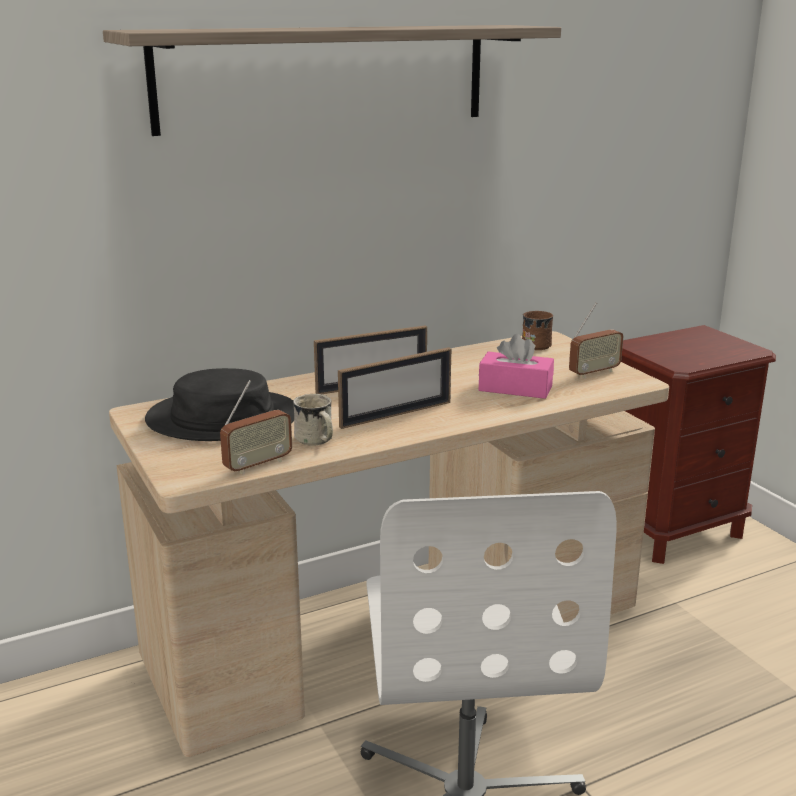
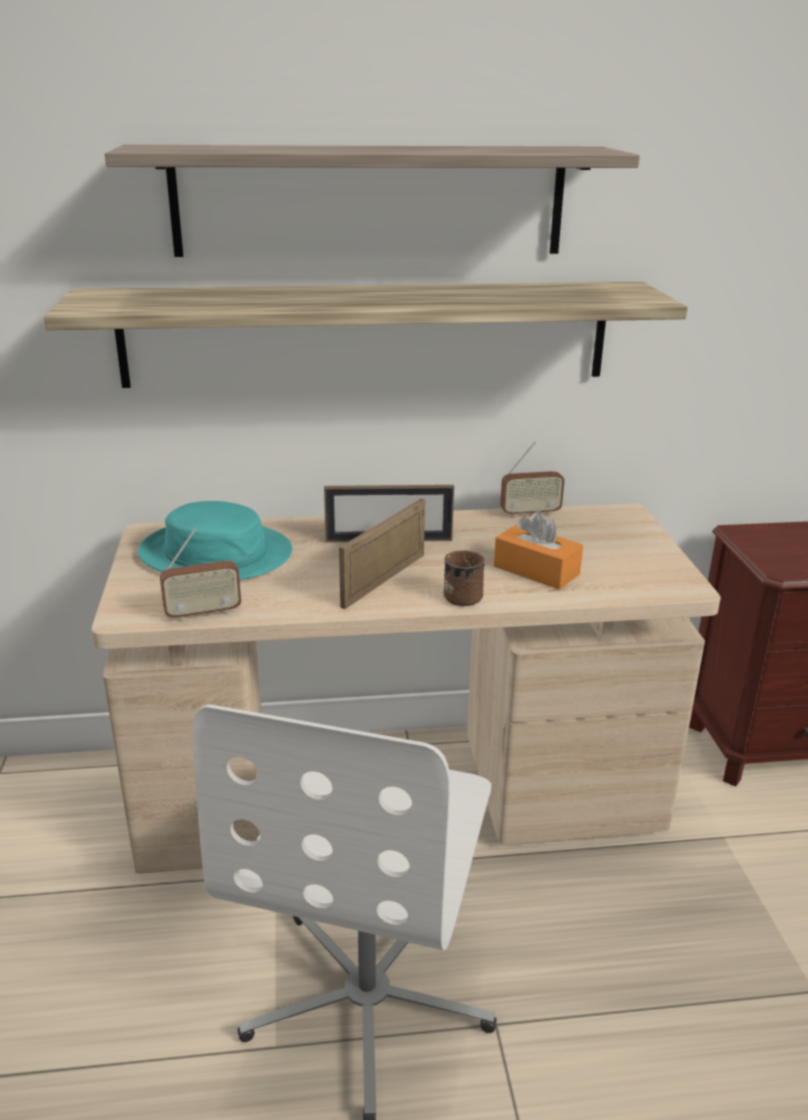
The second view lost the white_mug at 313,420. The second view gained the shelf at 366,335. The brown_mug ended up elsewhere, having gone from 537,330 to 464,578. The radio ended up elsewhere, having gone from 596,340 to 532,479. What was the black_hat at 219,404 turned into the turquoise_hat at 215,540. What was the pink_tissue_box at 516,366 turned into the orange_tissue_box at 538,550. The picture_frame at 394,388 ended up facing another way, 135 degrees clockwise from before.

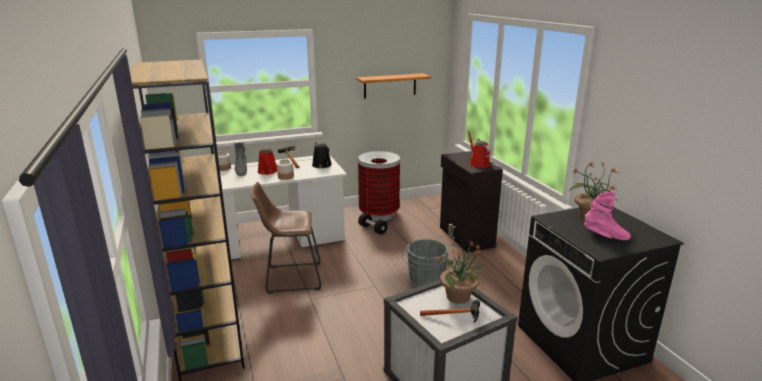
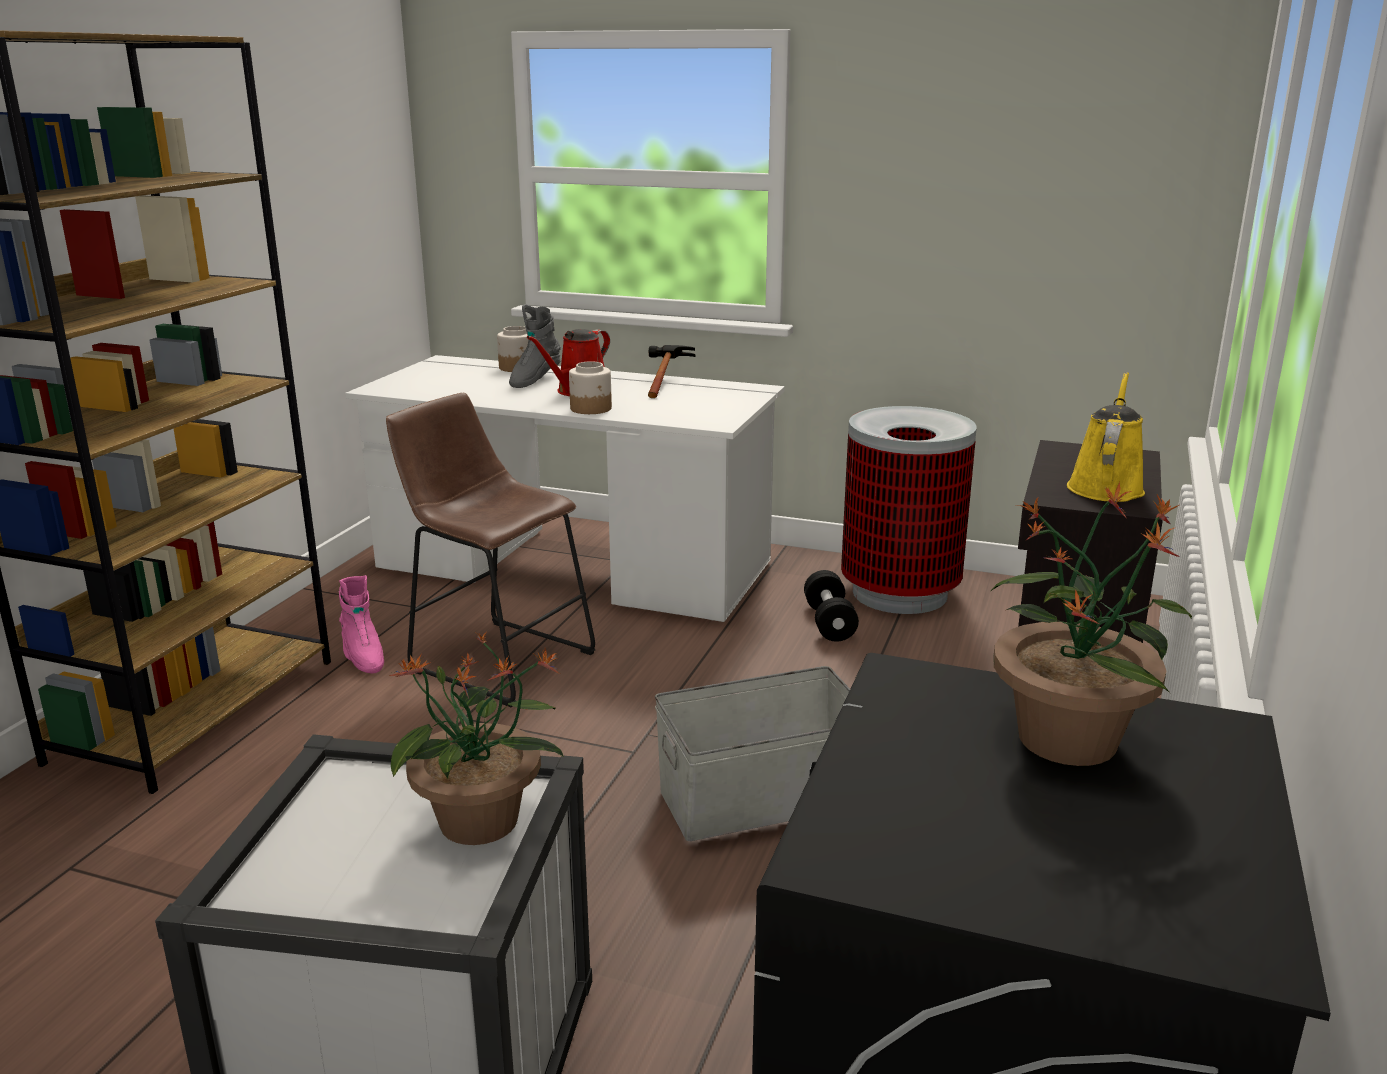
The second view lost the black_watering_can at 322,155. The second view lost the shelf at 393,86. The second view lost the hammer at 450,311. The pink_boot ended up elsewhere, having gone from 607,216 to 361,624. Where the grey_bucket stood at 425,263, the grey_storage_box came to stand at 752,753. What was the red_watering_can at 478,149 turned into the yellow_watering_can at 1106,437.

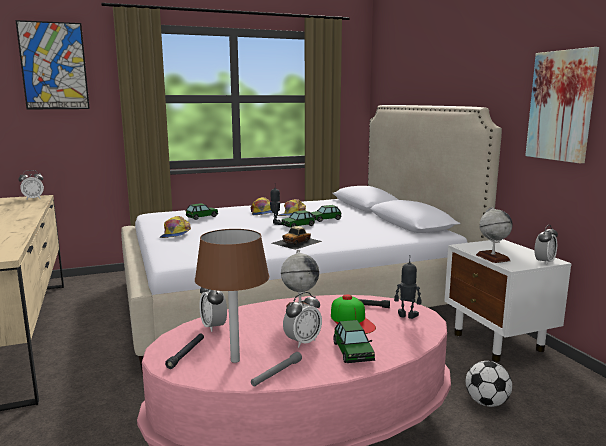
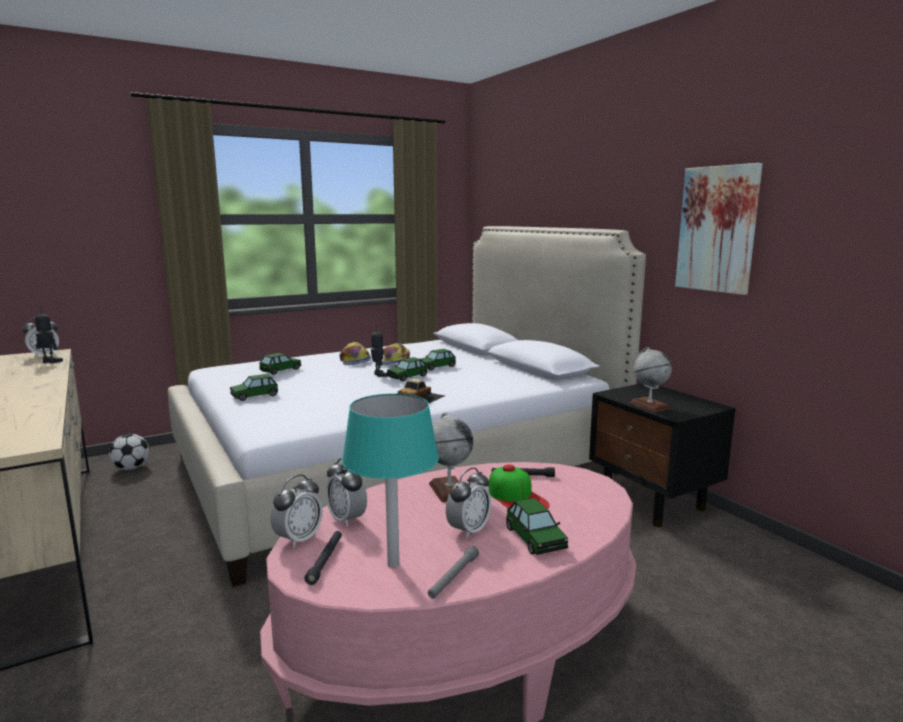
The second view lost the picture at 52,64. The toy_robot ended up elsewhere, having gone from 407,287 to 49,334. The football ended up elsewhere, having gone from 489,384 to 129,452. The alarm_clock ended up elsewhere, having gone from 546,245 to 296,511. Where the cap stood at 175,227, the toy_car came to stand at 254,387. What was the brown_table_lamp at 232,296 turned into the turquoise_table_lamp at 390,481. What was the white_nightstand at 508,300 turned into the black_nightstand at 662,455.

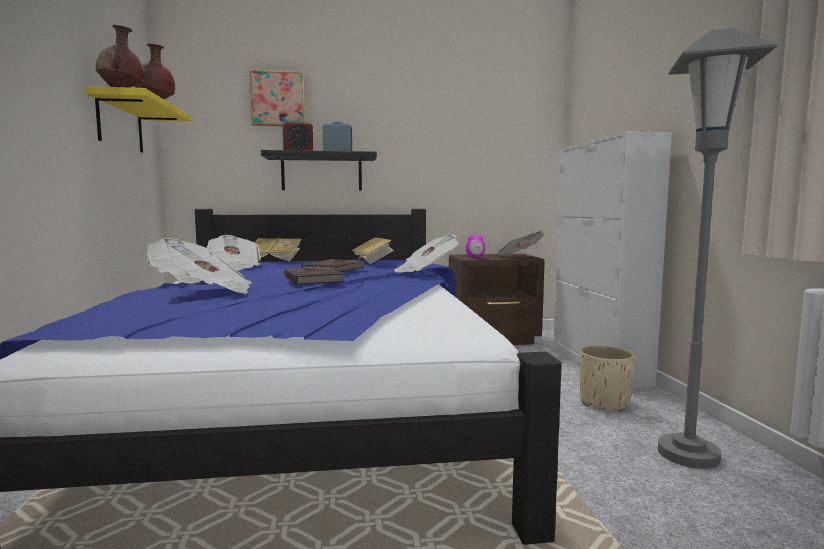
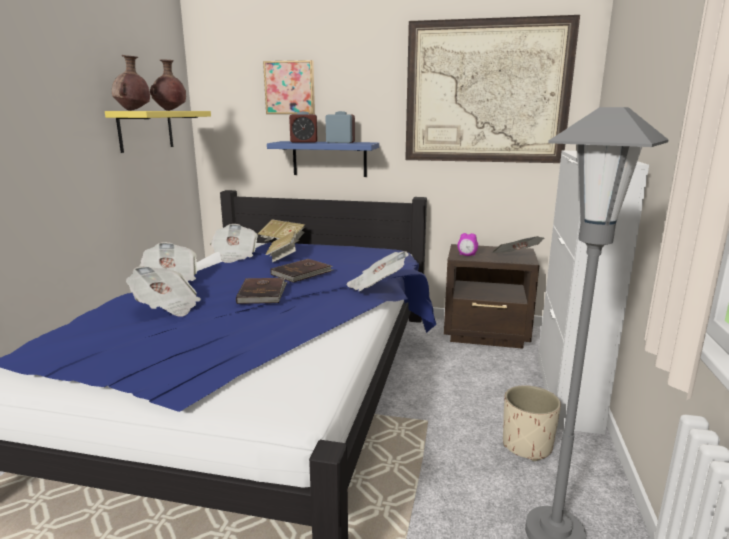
The second view gained the picture at 492,89. The book ended up elsewhere, having gone from 372,250 to 282,246. What was the black_shelf at 319,170 turned into the blue_shelf at 323,159.

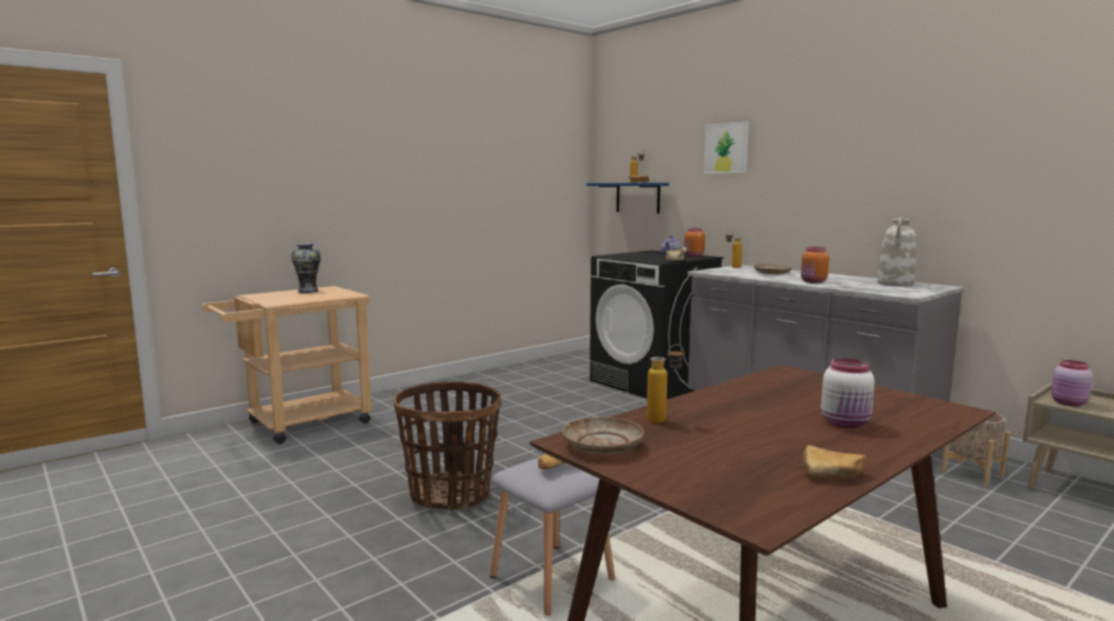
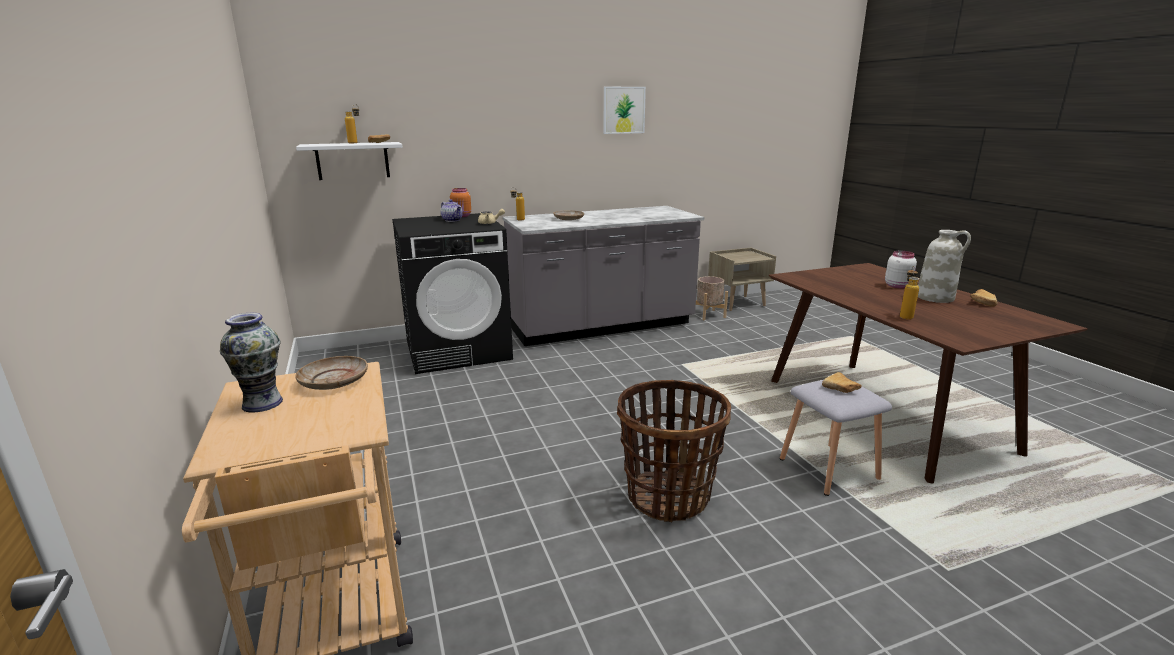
The second view lost the orange_jar at 815,265. The second view lost the pink_jar at 1072,383. The beige_plate ended up elsewhere, having gone from 603,435 to 331,373. The picture ended up elsewhere, having gone from 726,147 to 625,110. The white_vase ended up elsewhere, having gone from 897,252 to 944,266. What was the blue_shelf at 628,198 turned into the white_shelf at 349,161.

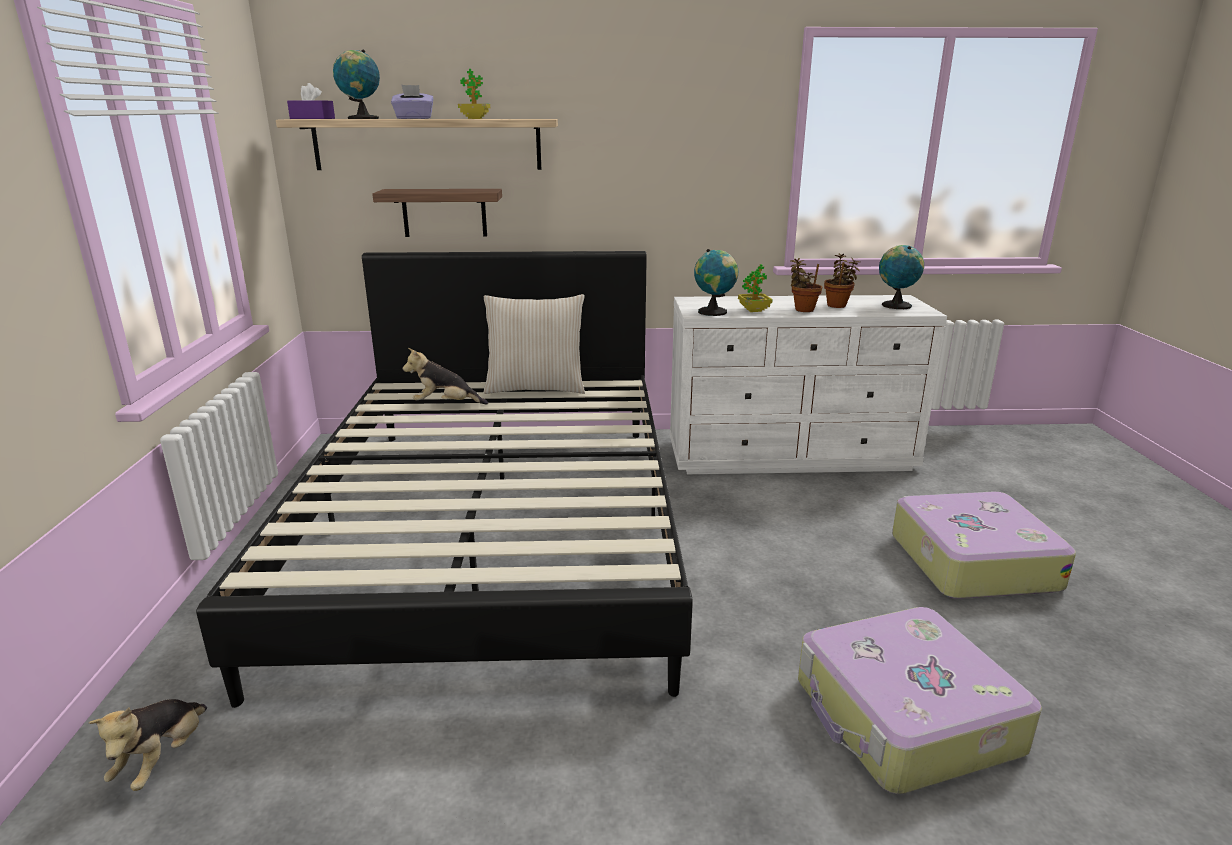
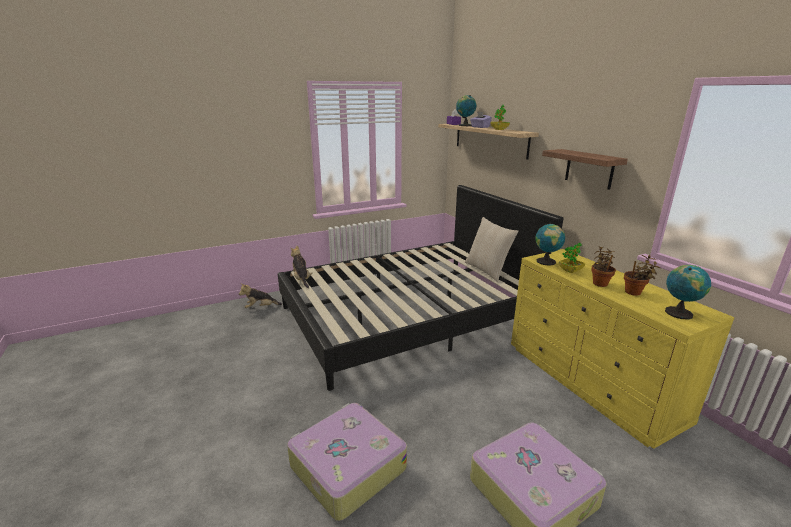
The shelf ended up elsewhere, having gone from 437,213 to 585,169. The plush_toy ended up elsewhere, having gone from 445,376 to 301,267. What was the white_dresser at 808,384 turned into the yellow_dresser at 622,349.

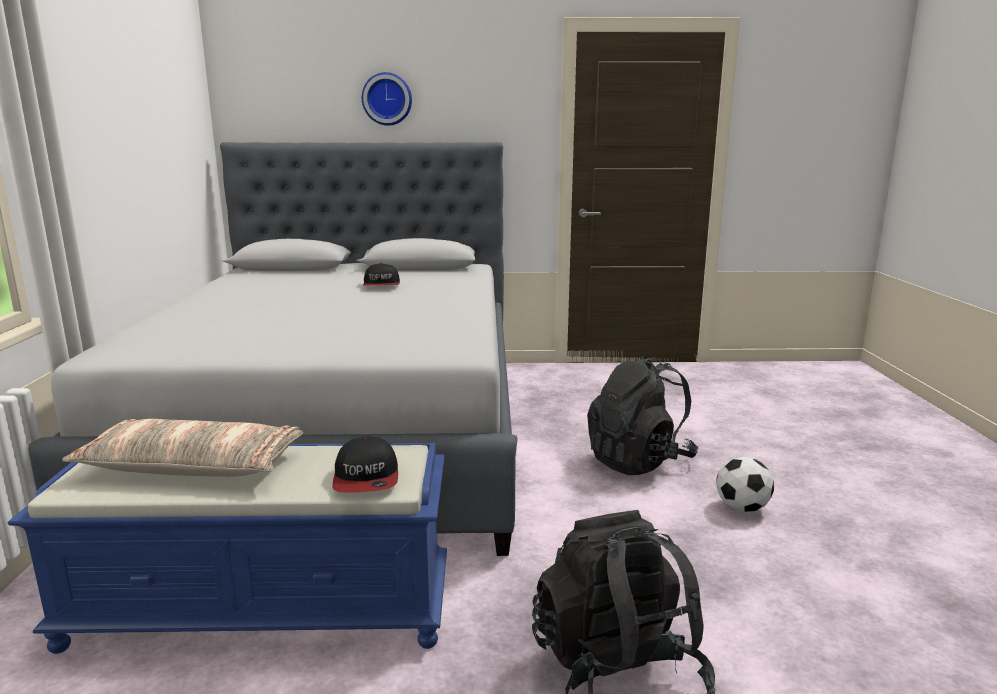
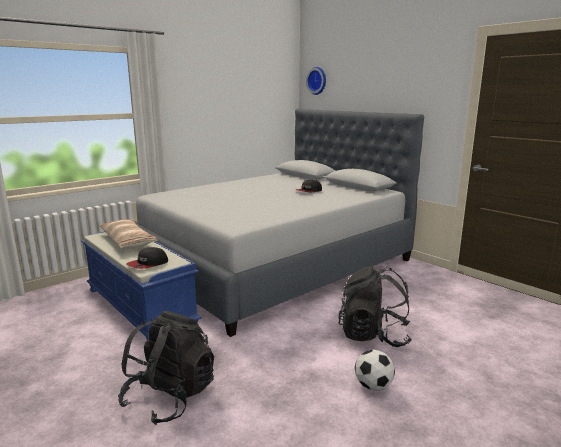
The wall_clock ended up elsewhere, having gone from 387,99 to 316,81.

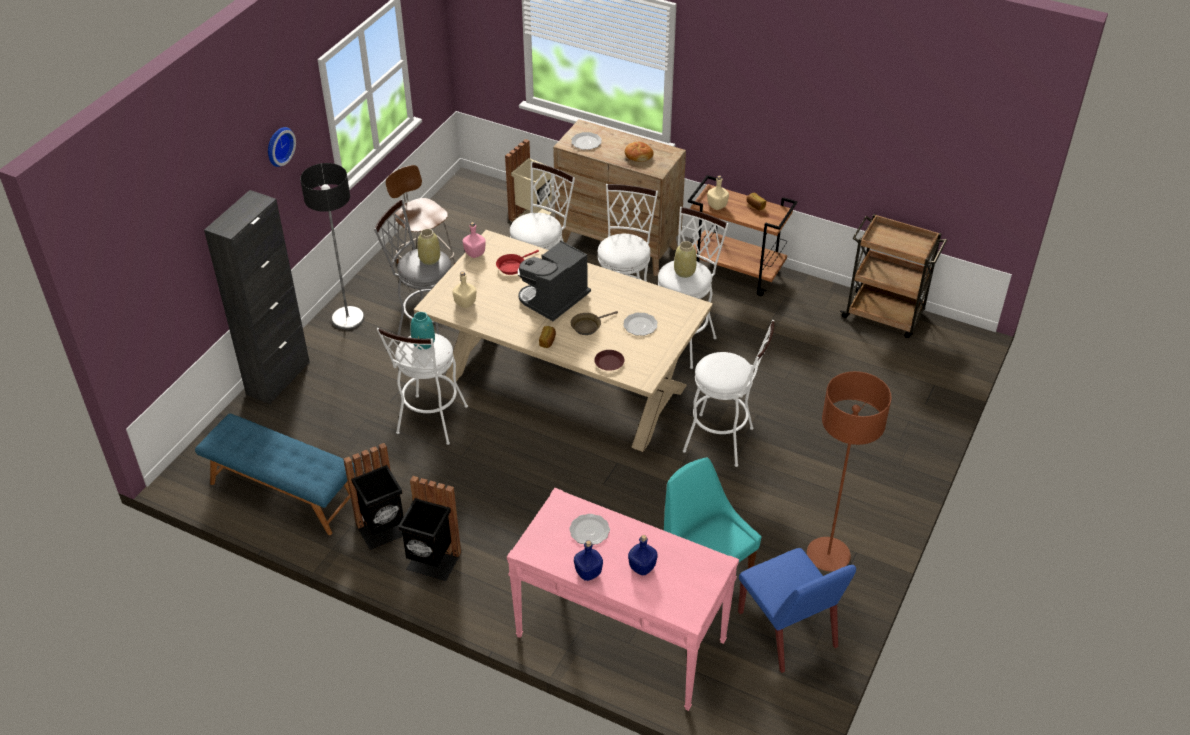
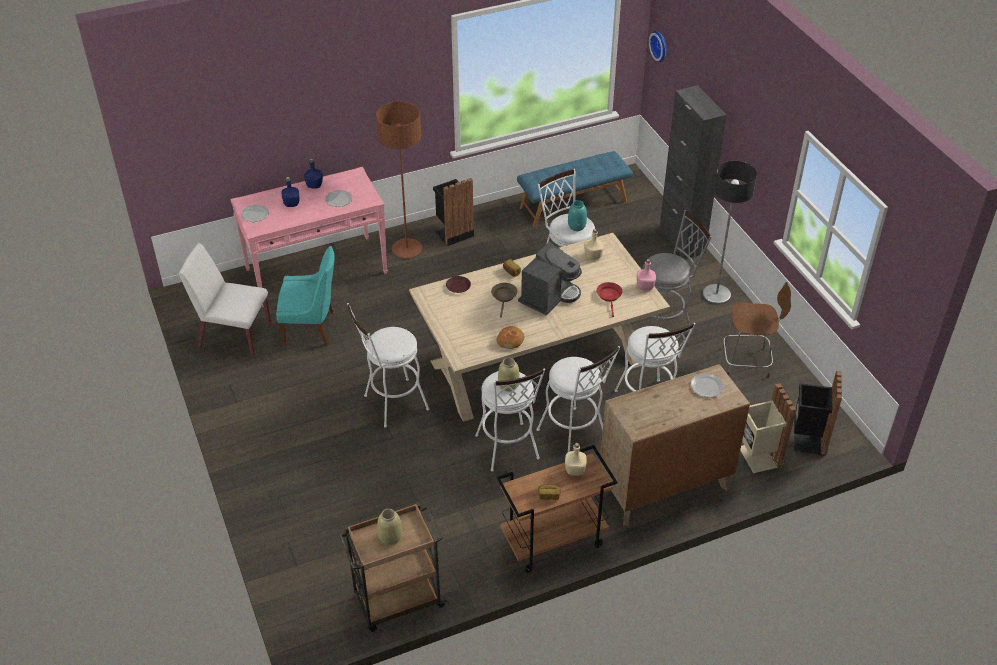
The wall_clock ended up elsewhere, having gone from 282,147 to 658,46. The black_trash_can ended up elsewhere, having gone from 373,496 to 818,413. The beige_vase ended up elsewhere, having gone from 428,247 to 389,527. The plate ended up elsewhere, having gone from 640,324 to 255,213. The bread ended up elsewhere, having gone from 639,152 to 510,337. The brown_floor_lamp ended up elsewhere, having gone from 849,471 to 399,180. What was the blue_chair at 797,610 turned into the white_chair at 225,299. The coffee_machine at 554,281 ended up facing another way, 45 degrees clockwise from before.

